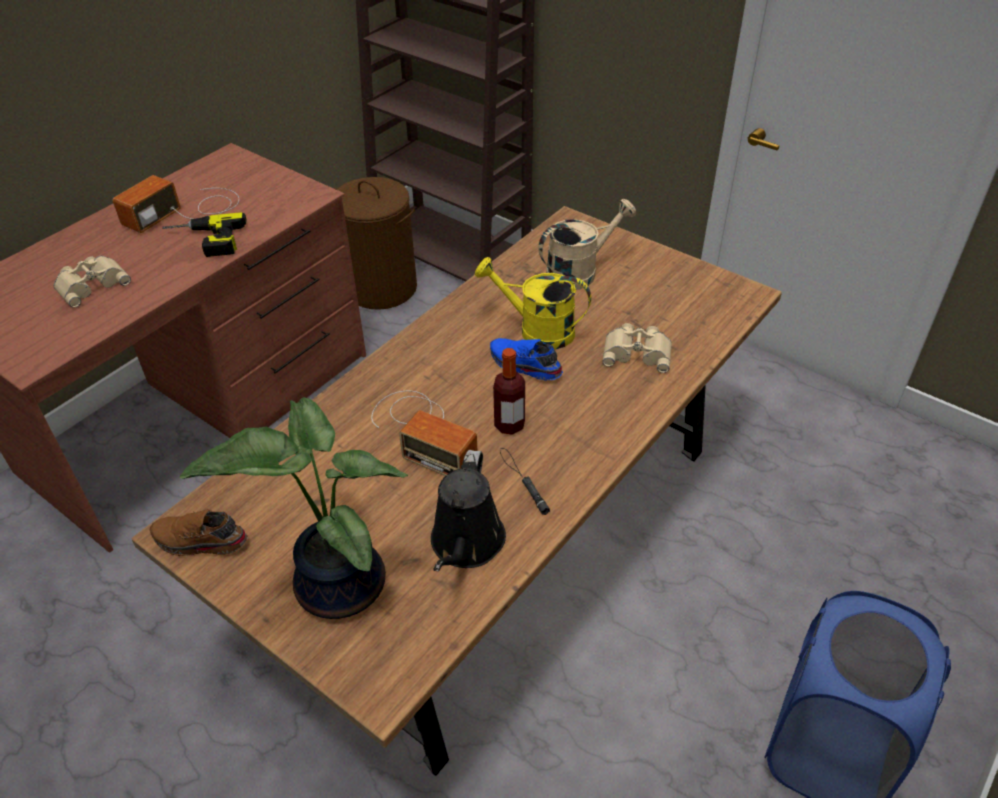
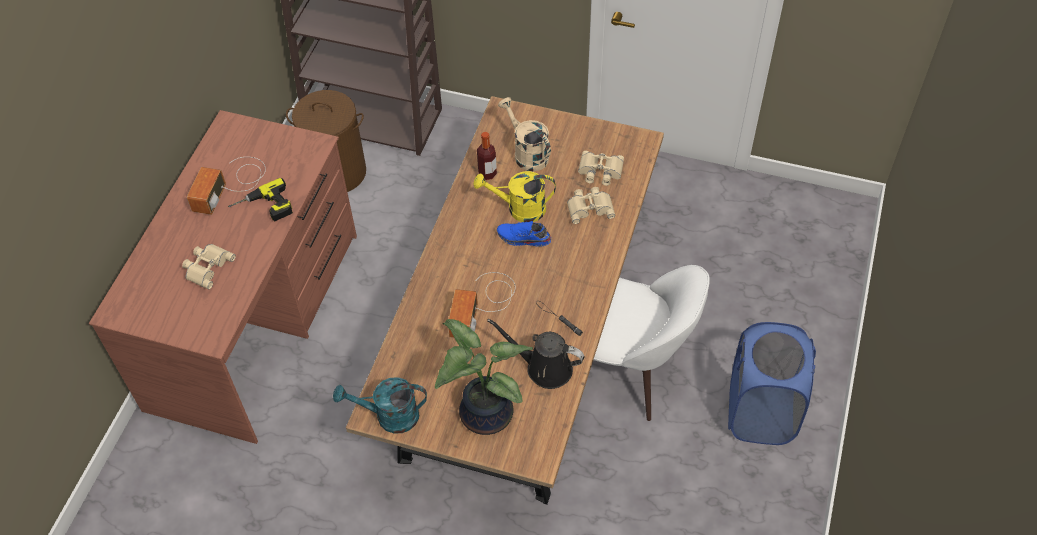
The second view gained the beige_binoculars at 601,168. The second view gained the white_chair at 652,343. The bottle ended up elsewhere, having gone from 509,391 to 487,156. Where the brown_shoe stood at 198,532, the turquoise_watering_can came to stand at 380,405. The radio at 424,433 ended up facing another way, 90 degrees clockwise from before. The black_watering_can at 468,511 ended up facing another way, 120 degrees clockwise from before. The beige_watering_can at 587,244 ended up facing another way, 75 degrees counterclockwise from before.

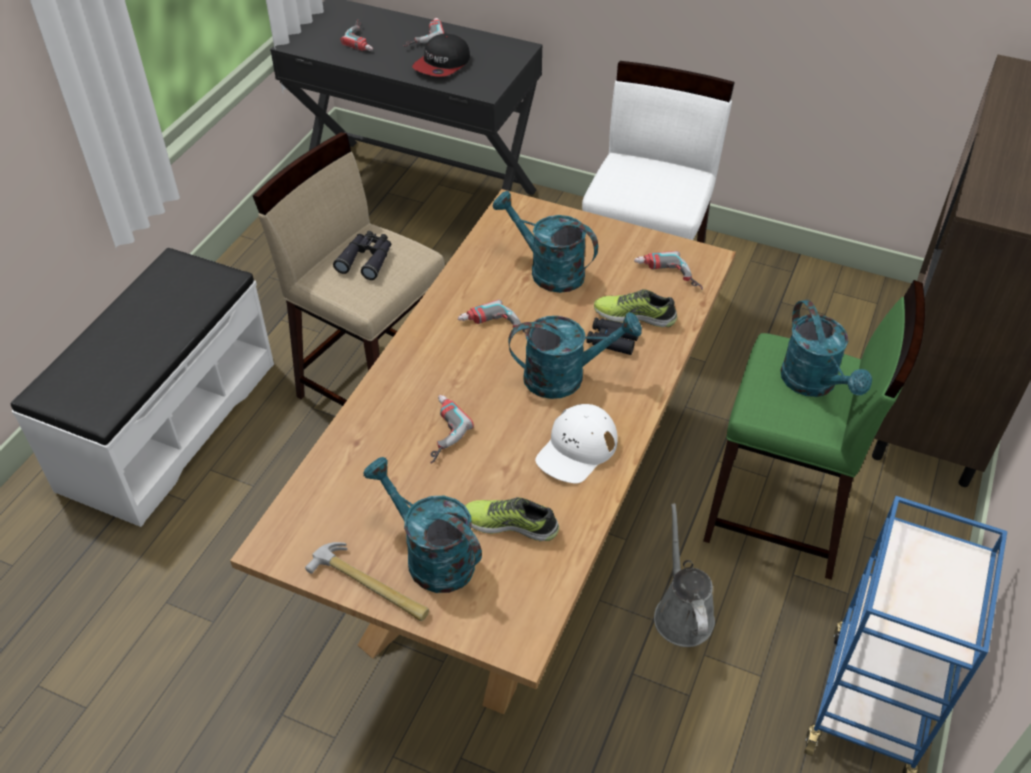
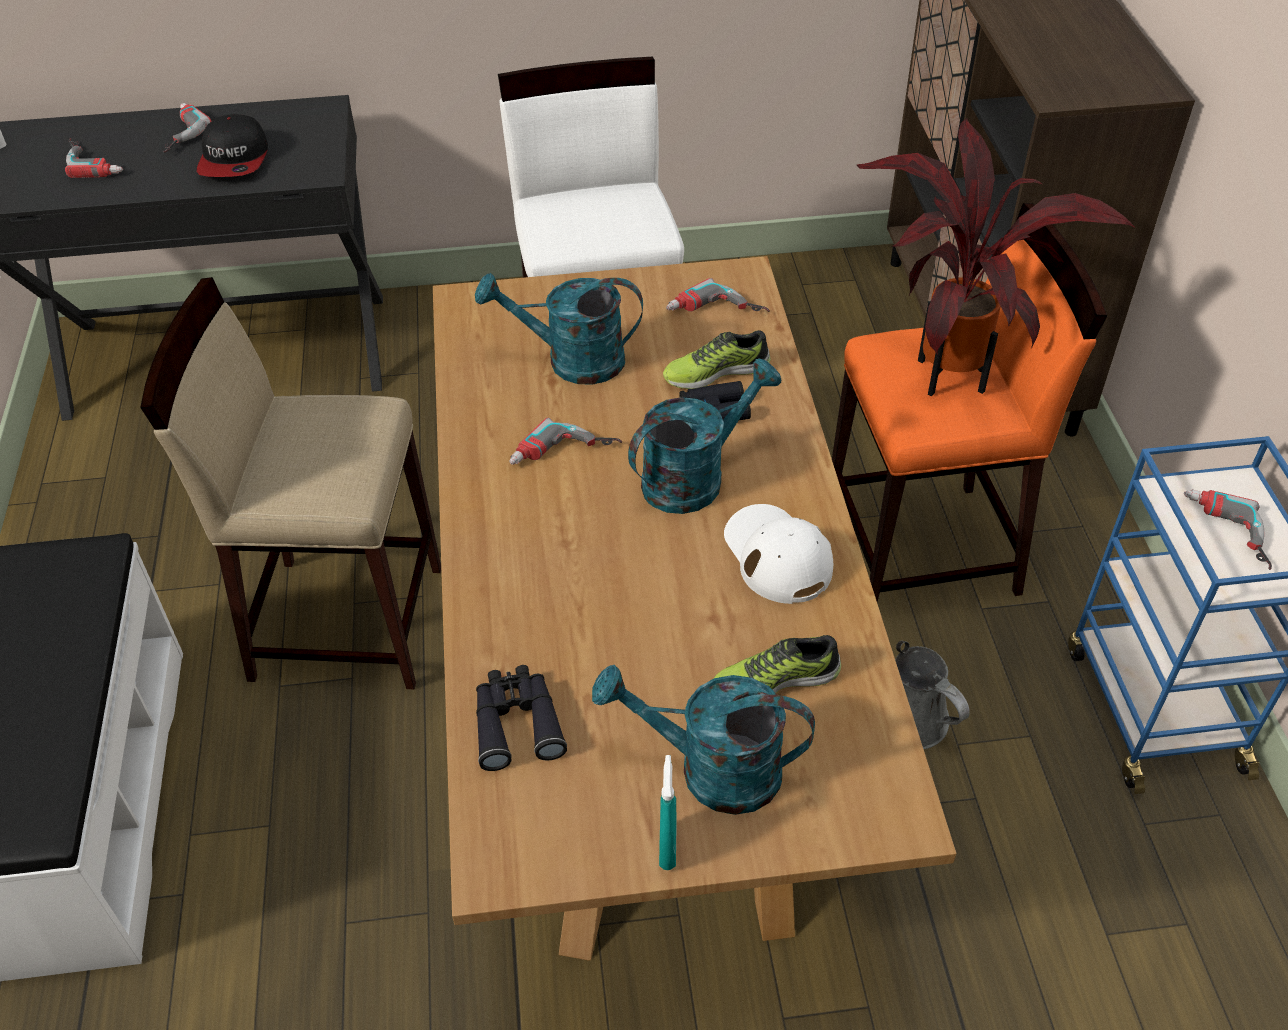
The black_binoculars ended up elsewhere, having gone from 362,255 to 521,718. The power_drill ended up elsewhere, having gone from 452,429 to 1228,529. Where the hammer stood at 367,581, the turquoise_spray_bottle came to stand at 667,812. Where the turquoise_watering_can stood at 826,348, the potted_plant came to stand at 995,256. What was the green_stool at 814,430 turned into the orange_stool at 969,402. The white_cap at 576,444 ended up facing another way, 150 degrees clockwise from before.

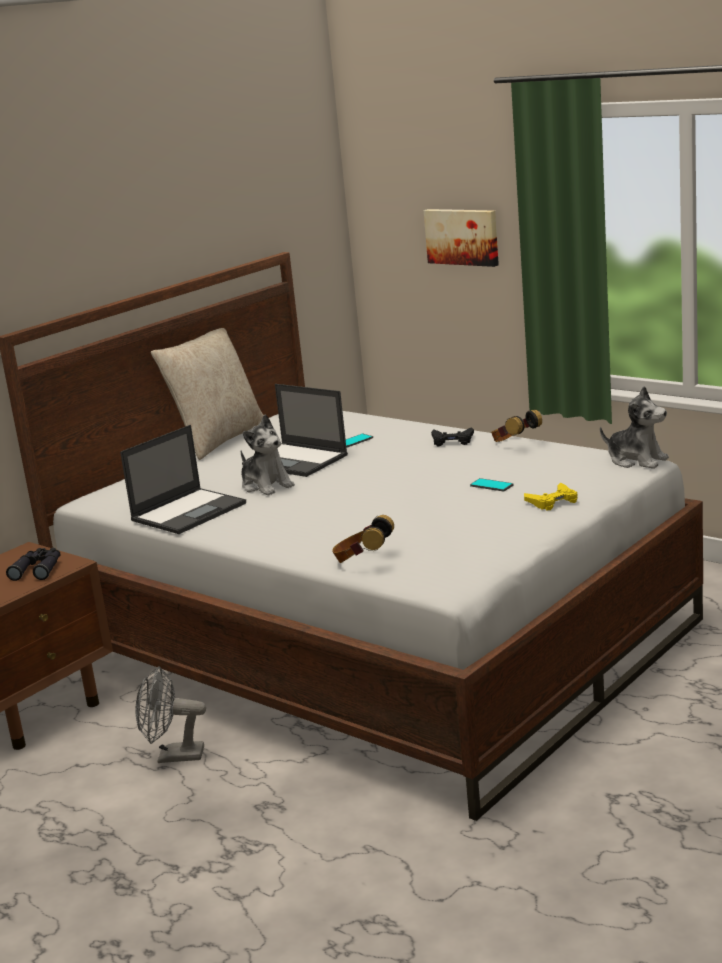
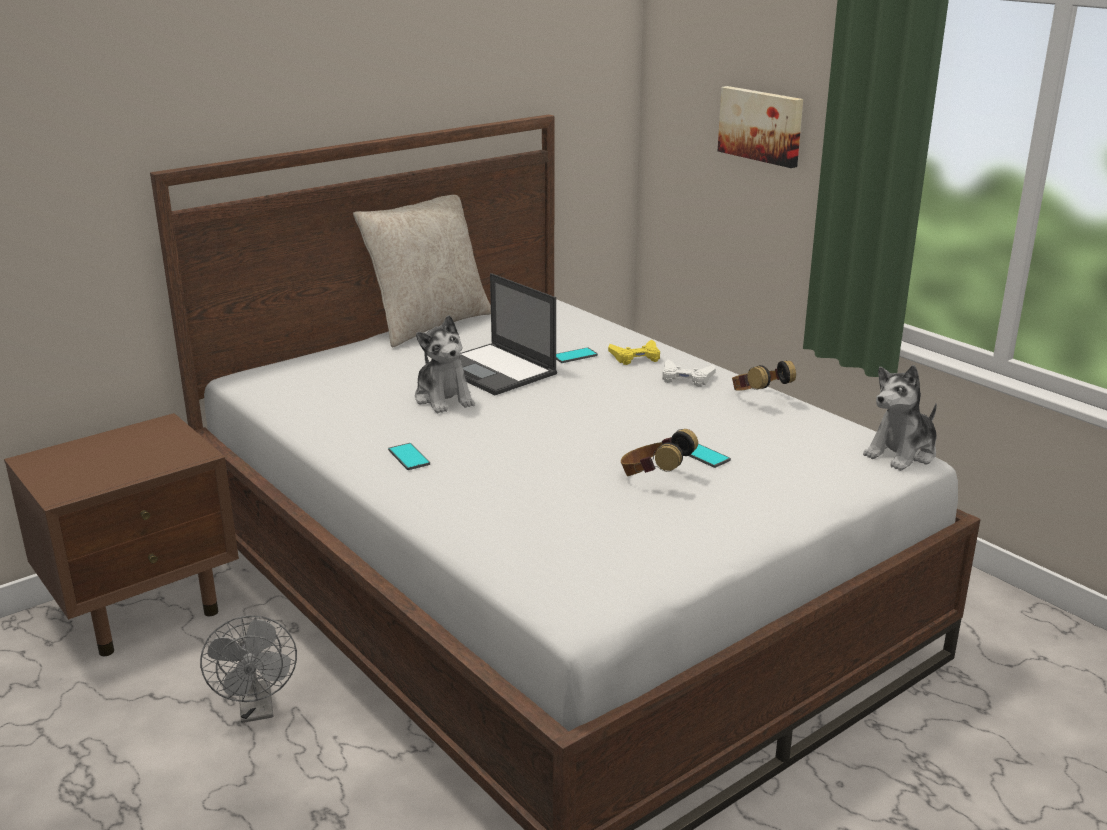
The second view lost the black_binoculars at 33,564. The second view lost the laptop at 183,479. The second view gained the phone at 409,456. The headphones ended up elsewhere, having gone from 363,539 to 659,452. The yellow_game_controller ended up elsewhere, having gone from 551,497 to 634,352. What was the black_game_controller at 452,436 turned into the white_game_controller at 689,373. The grey_fan at 170,714 ended up facing another way, 120 degrees counterclockwise from before. The plush_toy at 634,427 ended up facing another way, 90 degrees clockwise from before.

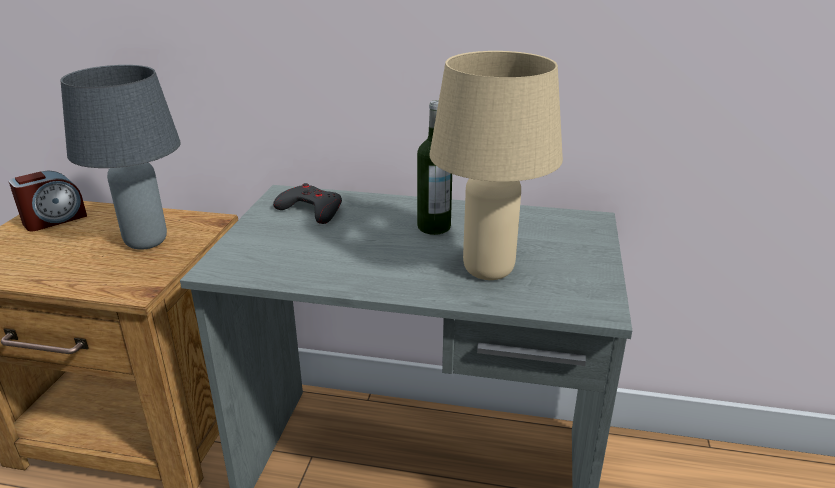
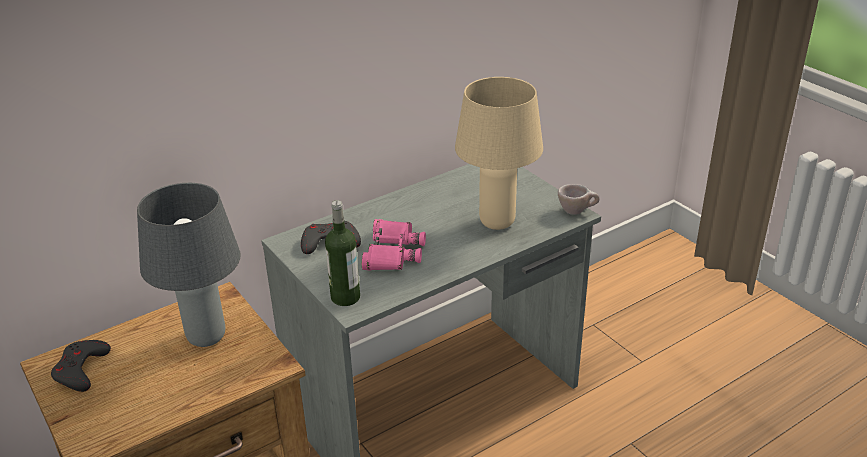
The second view gained the pink_binoculars at 394,245. The second view gained the beige_cup at 578,199. The bottle ended up elsewhere, having gone from 434,168 to 342,253. Where the alarm_clock stood at 48,200, the grey_game_controller came to stand at 81,366.

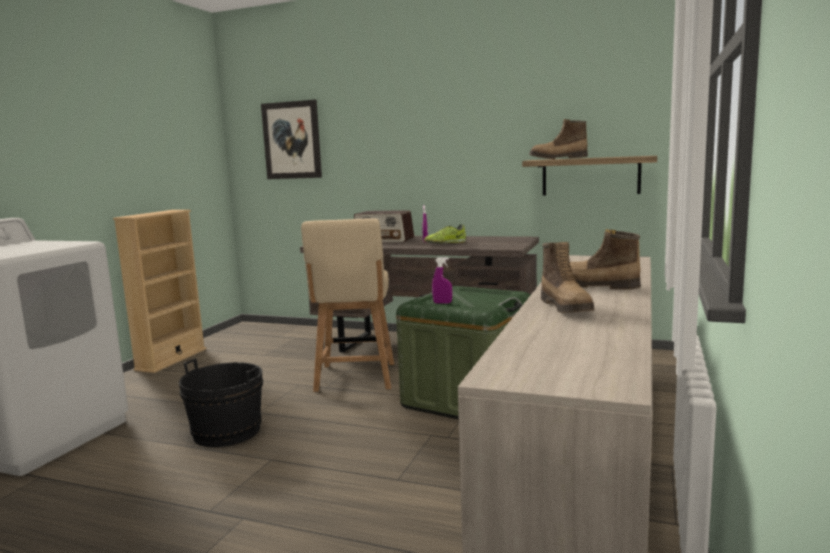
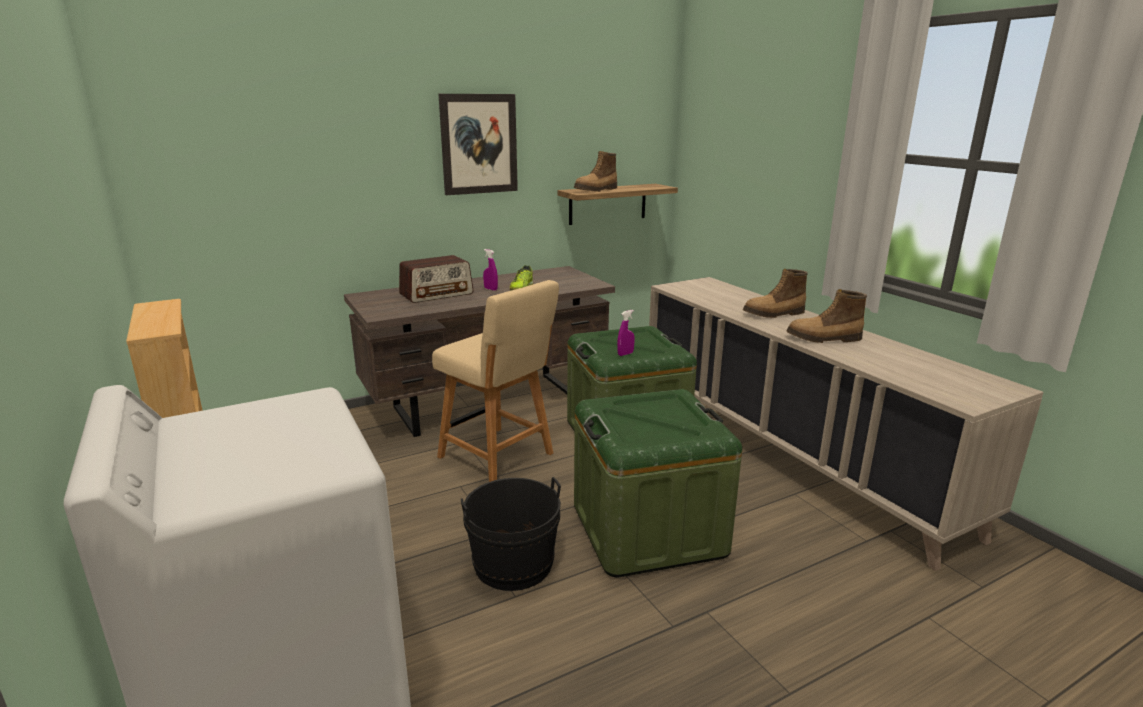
The second view gained the green_storage_box at 658,483. The picture ended up elsewhere, having gone from 291,139 to 478,144. The boot at 567,277 ended up facing another way, 150 degrees clockwise from before.

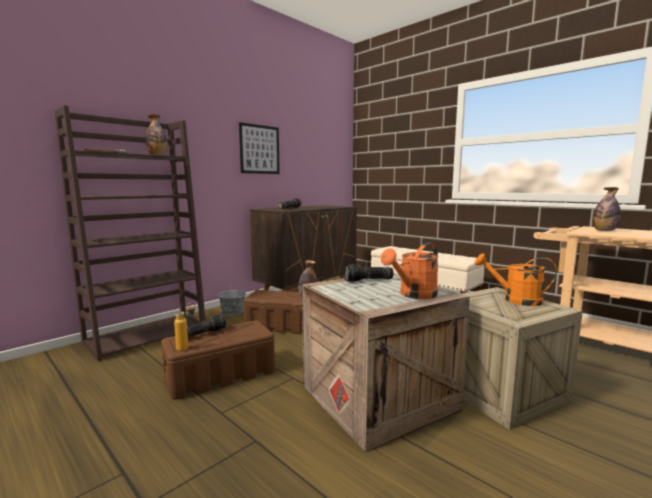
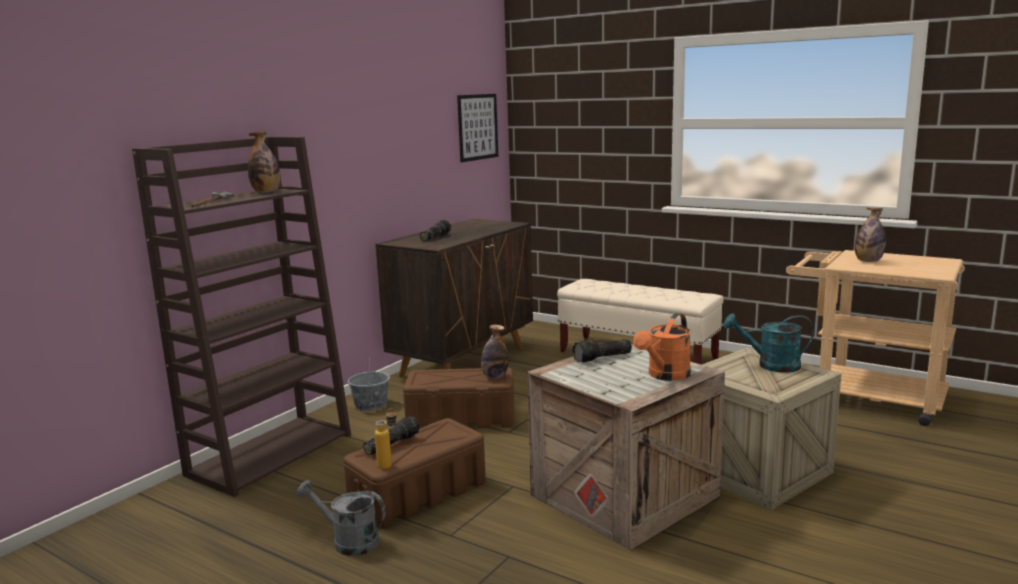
The second view gained the grey_watering_can at 341,518. The picture ended up elsewhere, having gone from 259,148 to 477,128. What was the orange_watering_can at 516,279 turned into the turquoise_watering_can at 768,343.

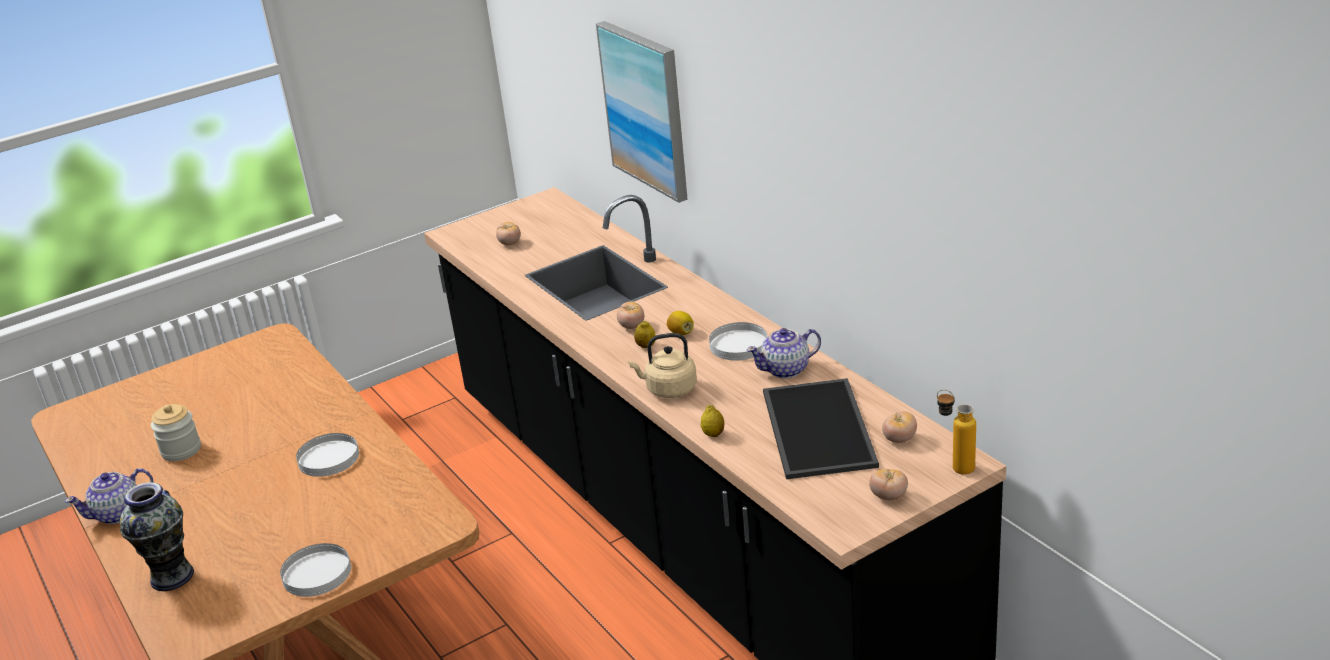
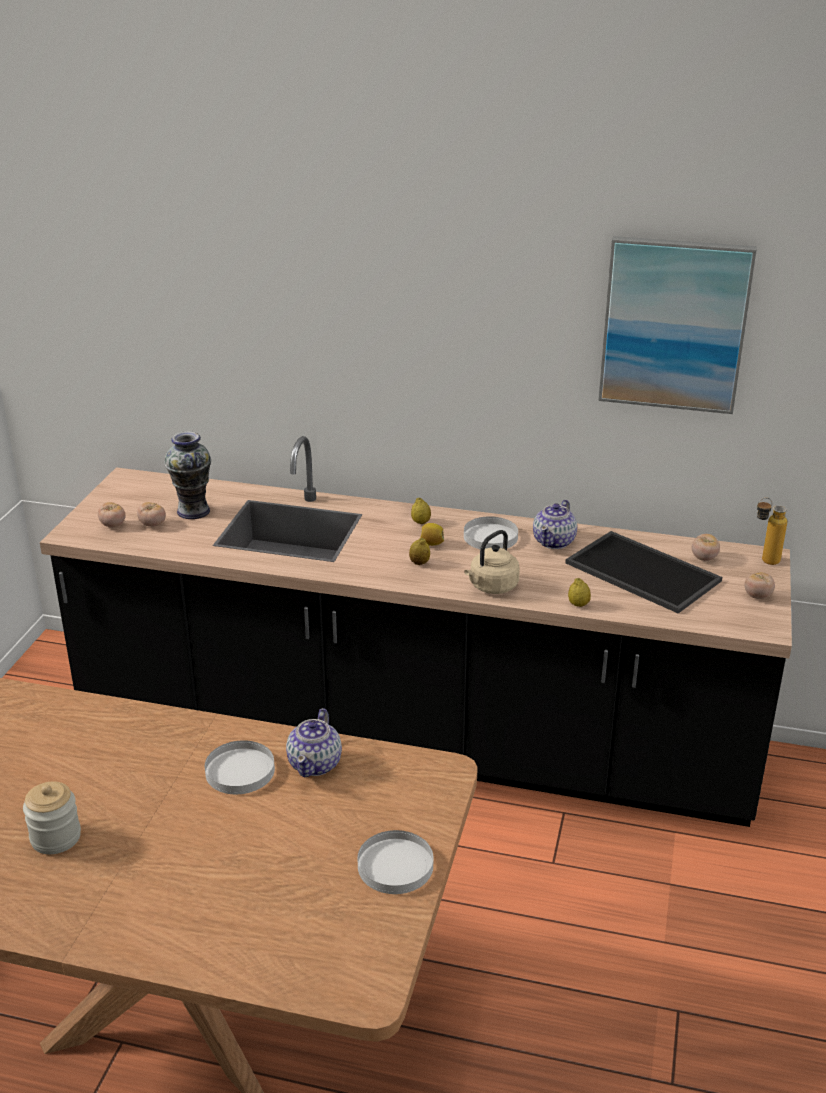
The second view gained the lemon at 421,511. The teapot ended up elsewhere, having gone from 109,496 to 314,743. The vase ended up elsewhere, having gone from 157,536 to 187,475. The picture ended up elsewhere, having gone from 642,112 to 677,325. The tomato ended up elsewhere, having gone from 630,315 to 112,514.

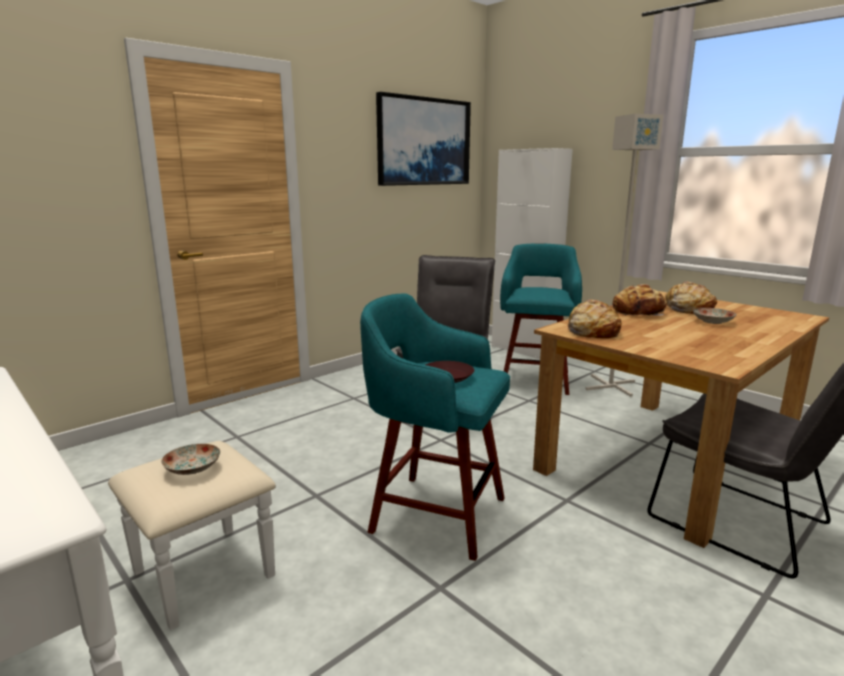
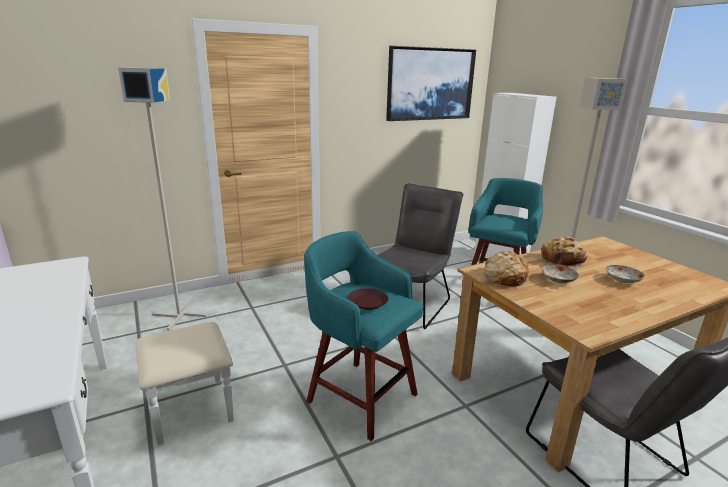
The second view lost the bread at 691,297. The second view gained the grey_floor_lamp at 162,199. The plate ended up elsewhere, having gone from 190,459 to 560,274.

